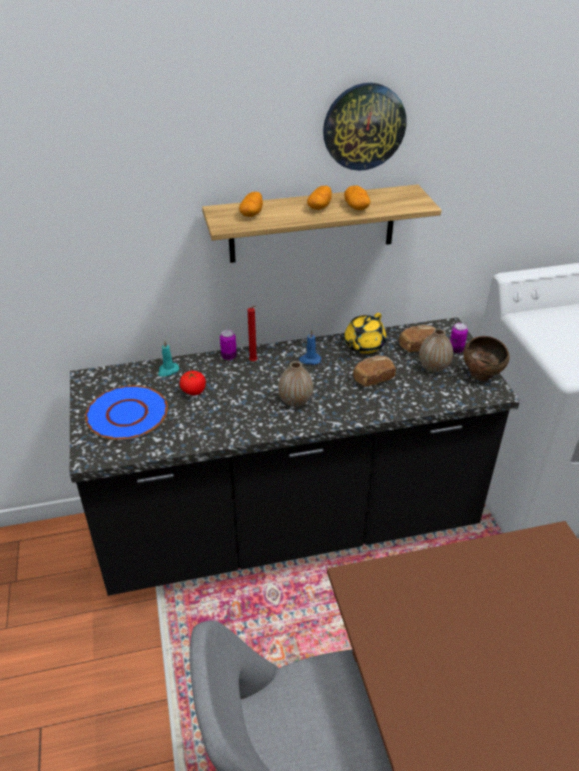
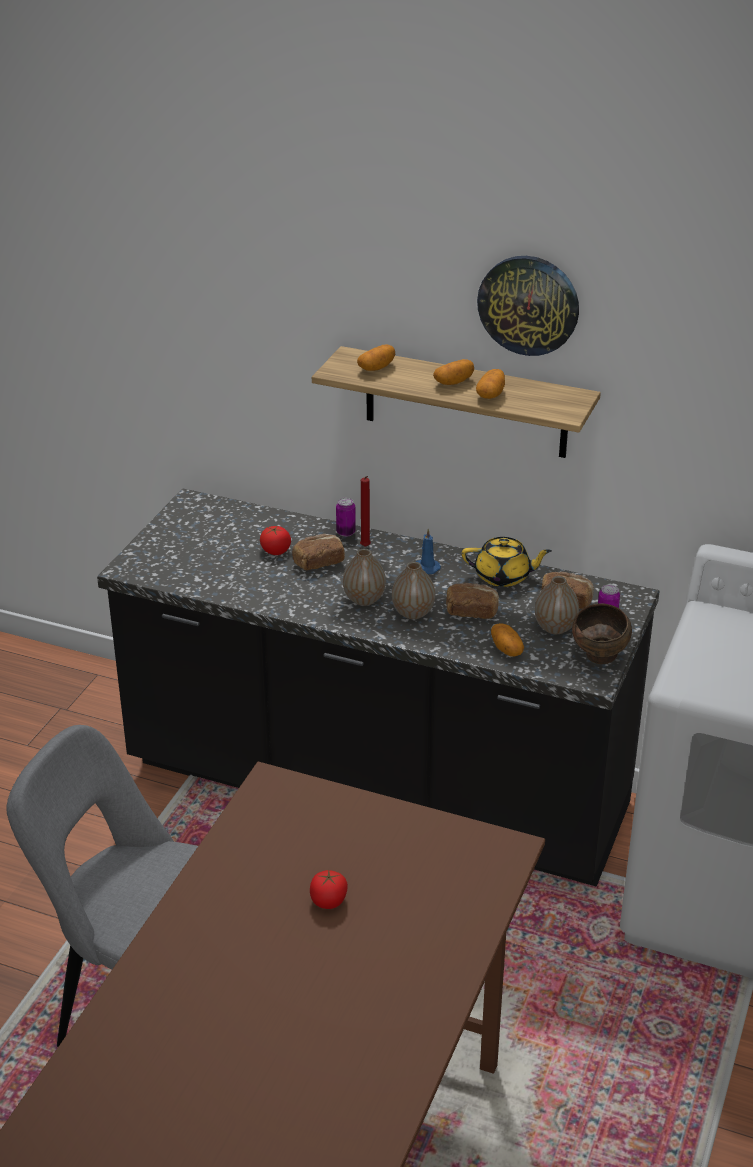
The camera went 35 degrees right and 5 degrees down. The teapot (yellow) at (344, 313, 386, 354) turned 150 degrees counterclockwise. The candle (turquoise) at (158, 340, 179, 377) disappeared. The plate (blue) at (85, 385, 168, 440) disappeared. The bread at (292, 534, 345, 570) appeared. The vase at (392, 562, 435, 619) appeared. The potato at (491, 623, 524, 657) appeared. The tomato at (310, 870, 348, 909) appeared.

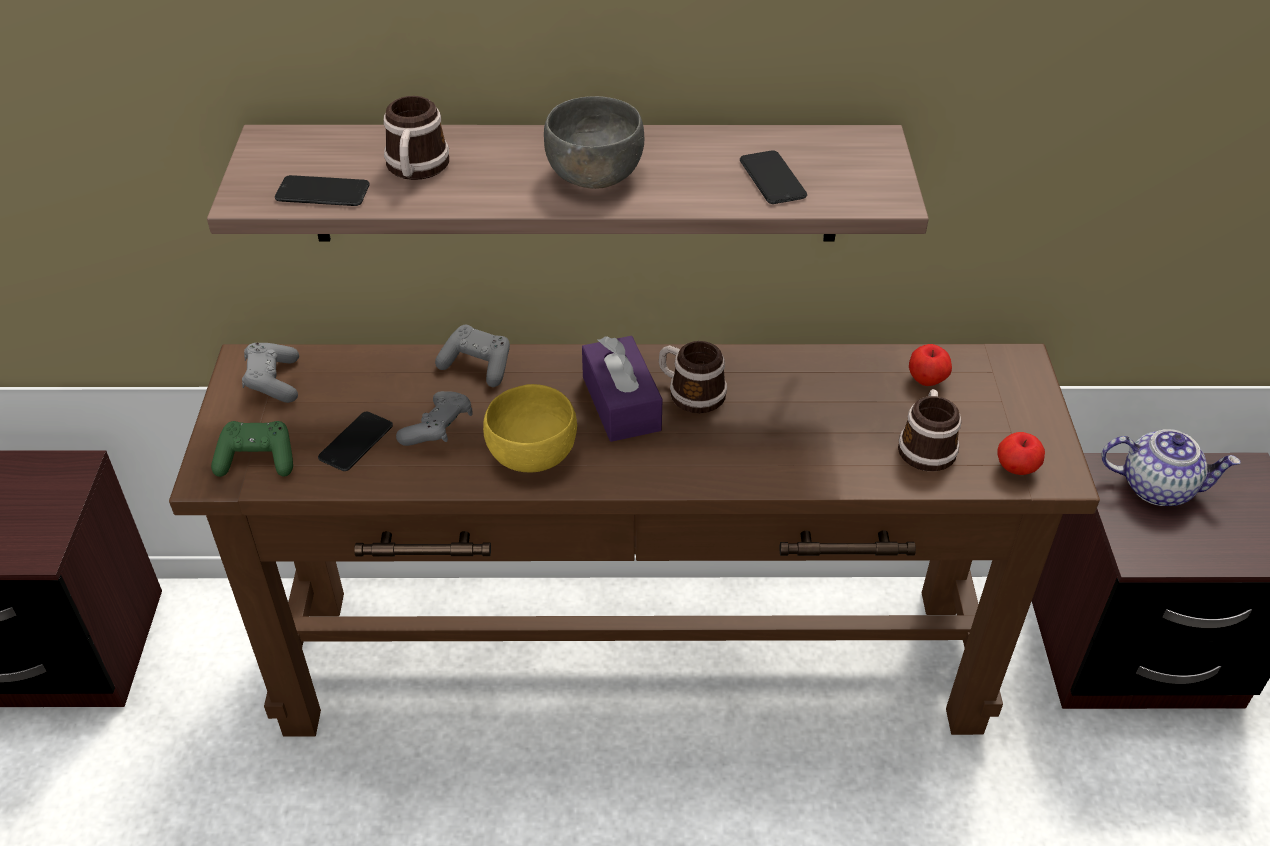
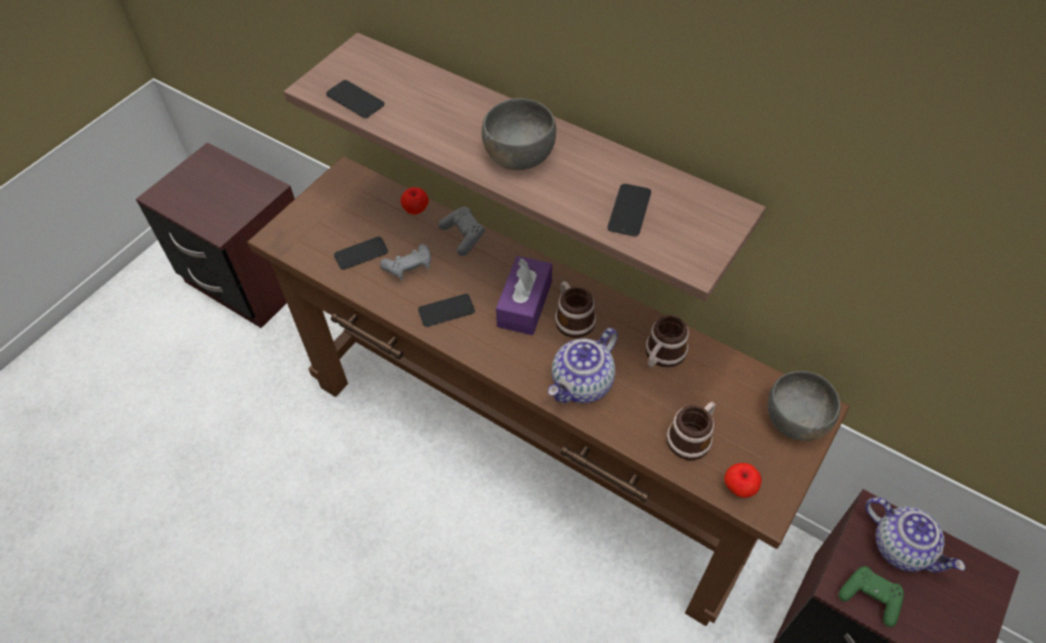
The camera went 35 degrees right and 10 degrees up. The mug moved from (383, 96, 449, 180) to (646, 315, 689, 368). The game controller (grey) at (242, 343, 299, 403) disappeared. The apple moved from (909, 344, 952, 386) to (401, 187, 429, 215). The bowl (yellow) at (483, 384, 577, 472) was replaced by the phone at (418, 294, 475, 327). The game controller (green) moved from (211, 421, 293, 477) to (839, 566, 904, 627). The teapot at (548, 328, 618, 403) appeared. The bowl (grey) at (768, 371, 840, 441) appeared.

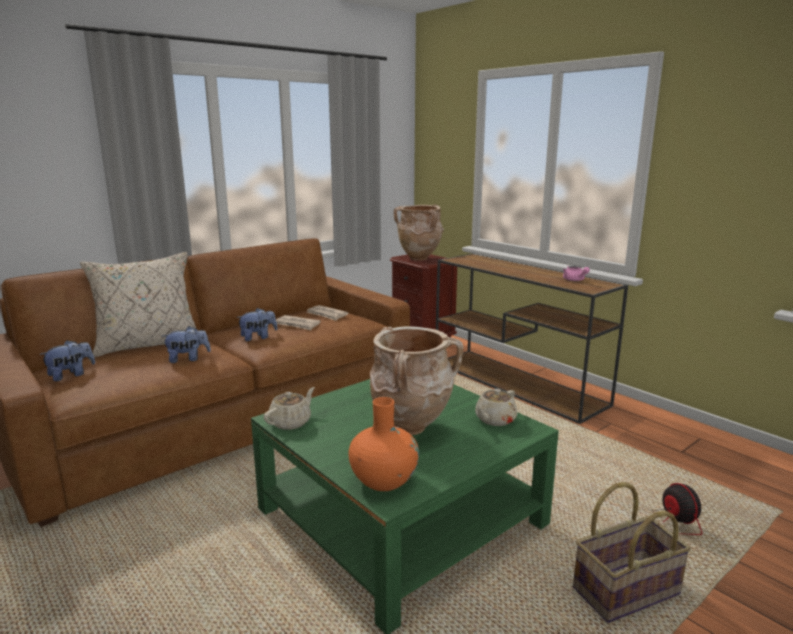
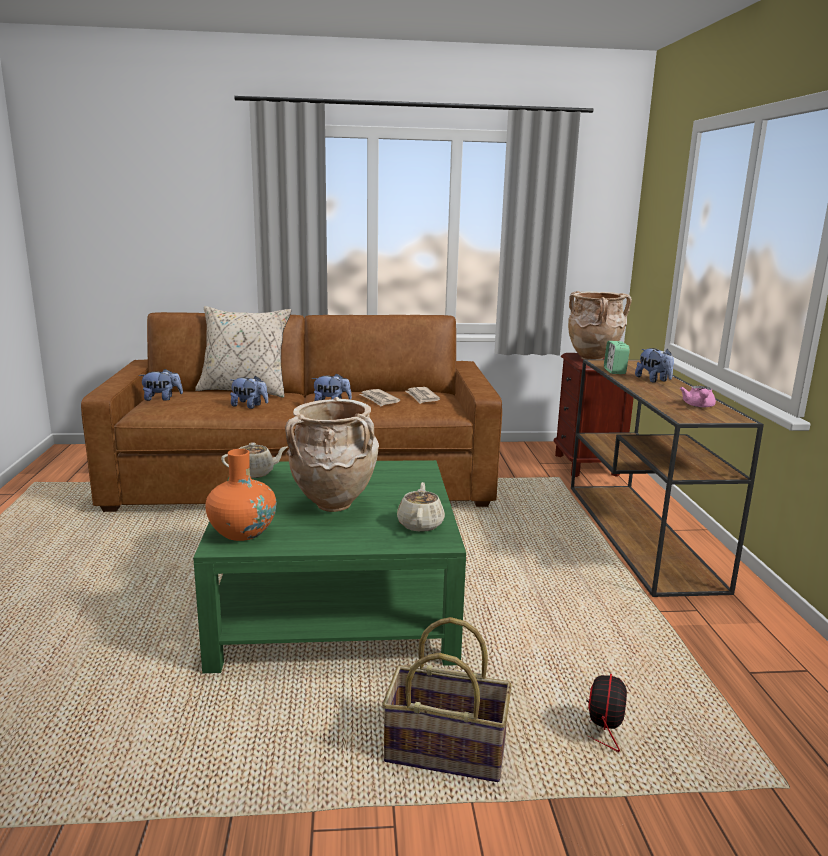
The camera went 35 degrees right and 0 degrees up. The teapot (beige) at (475, 389, 517, 426) turned 105 degrees clockwise. The alarm clock at (604, 341, 630, 374) appeared. The plush toy at (635, 348, 674, 383) appeared.

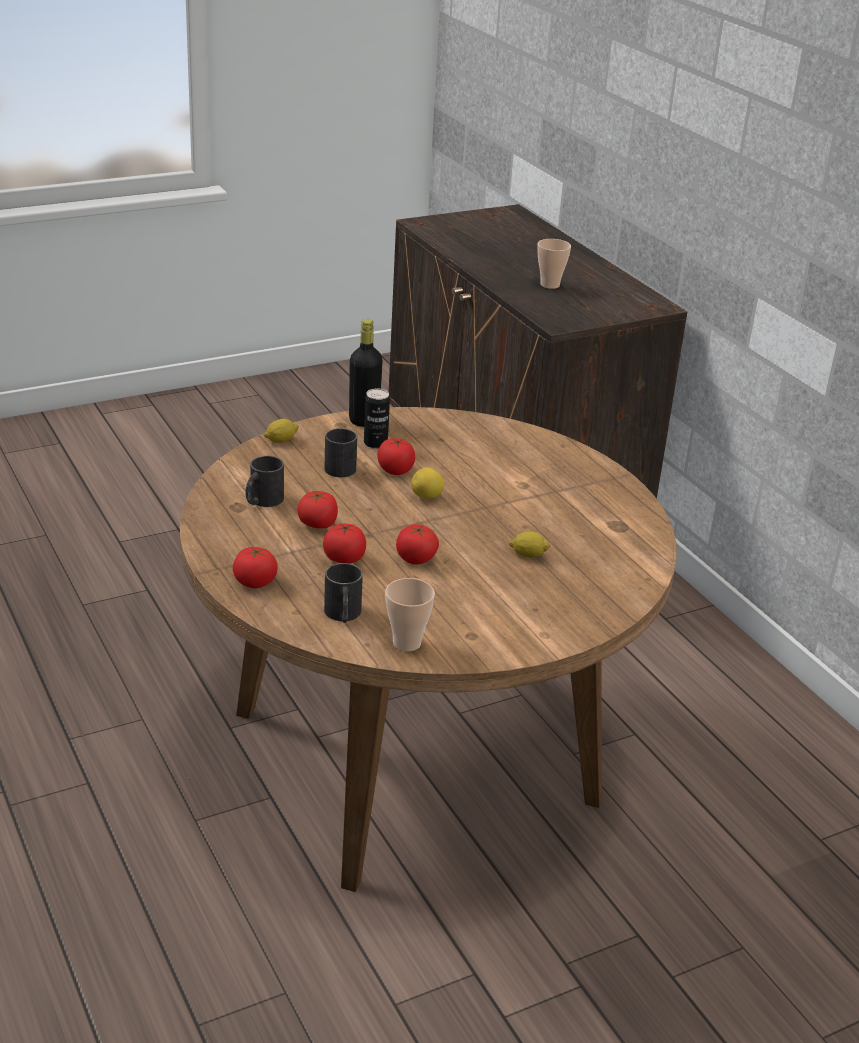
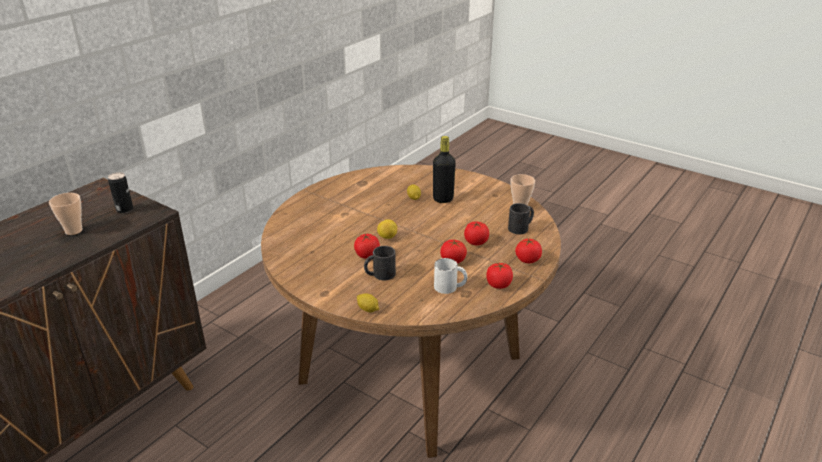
The camera went 115 degrees left and 0 degrees up. The bottle (black) moved from (349, 319, 383, 427) to (433, 136, 456, 203). The can moved from (364, 389, 390, 449) to (108, 172, 133, 213). The mug (black) at (245, 456, 284, 507) became the mug (white) at (434, 258, 467, 294). The tomato moved from (396, 524, 439, 565) to (486, 263, 513, 289).

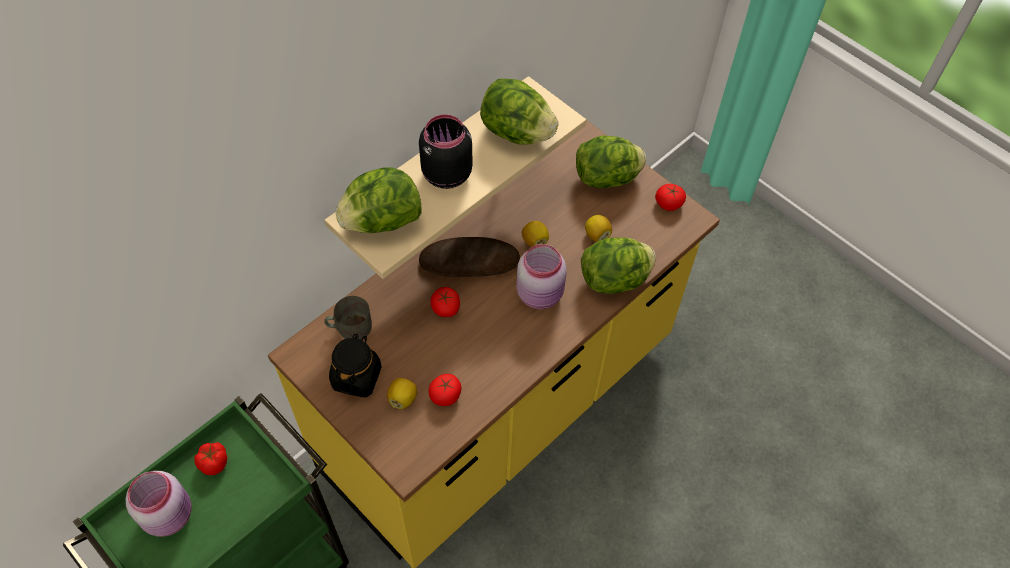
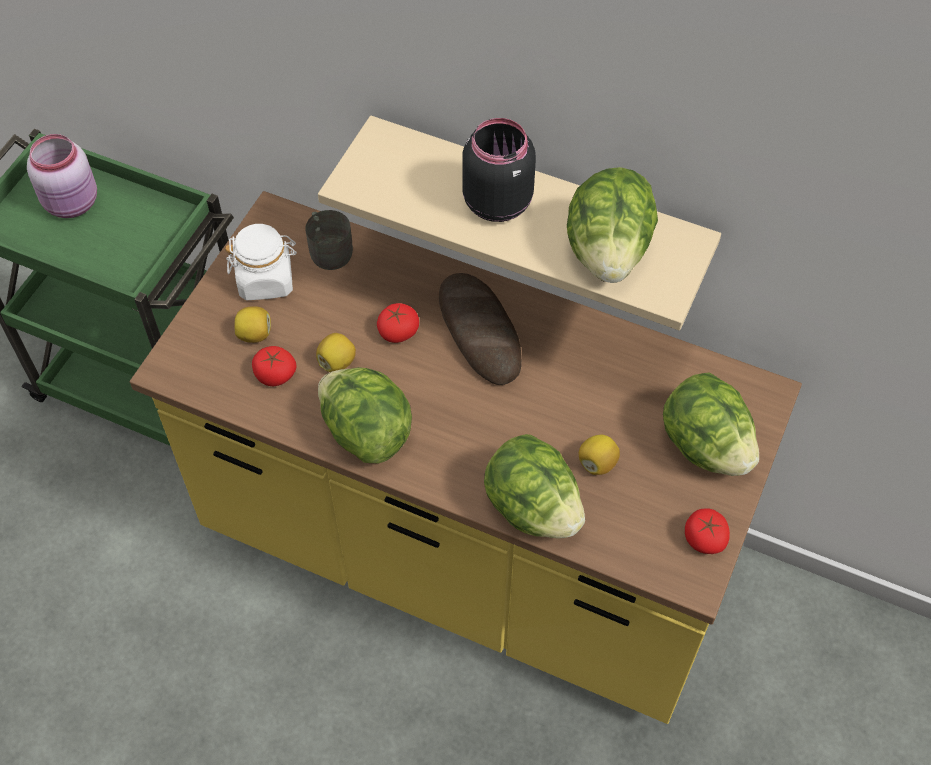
The camera went 70 degrees right and 0 degrees up. The lettuce moved from (335, 168, 421, 233) to (318, 367, 412, 463). The lemon moved from (522, 221, 549, 247) to (316, 333, 356, 372). The jar (pink) at (517, 244, 566, 309) disappeared. The jar (black) at (329, 334, 381, 398) became the jar (white) at (225, 224, 297, 300). The tomato at (194, 442, 227, 475) disappeared.

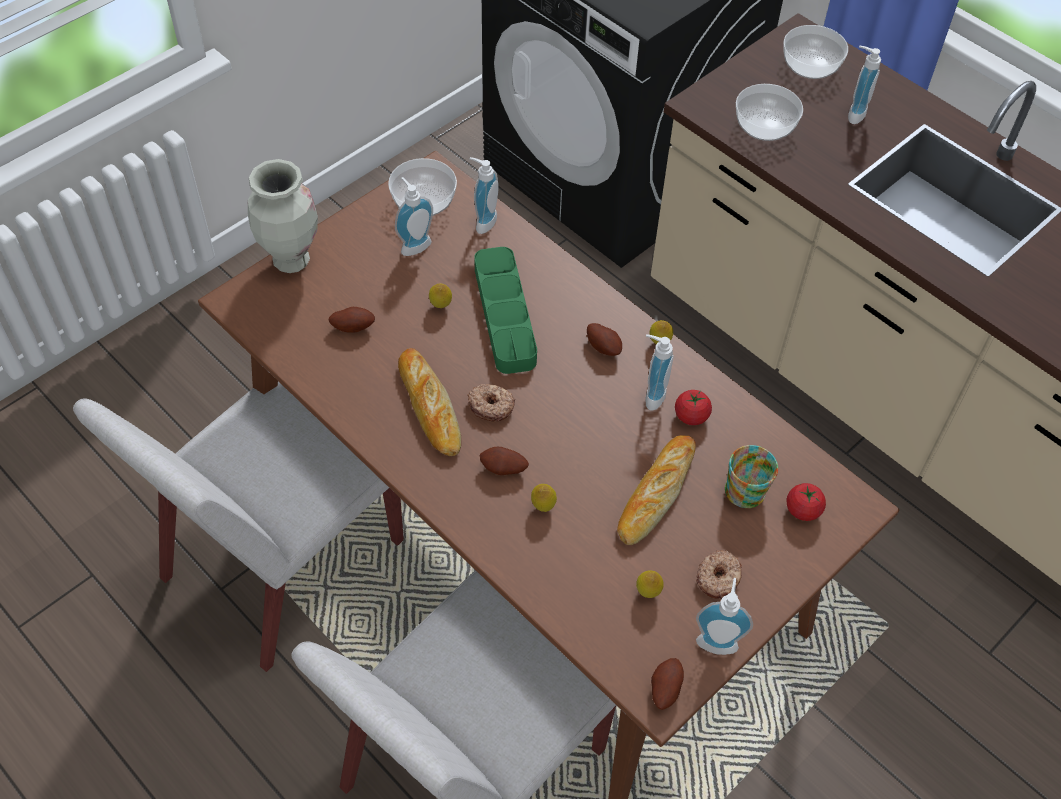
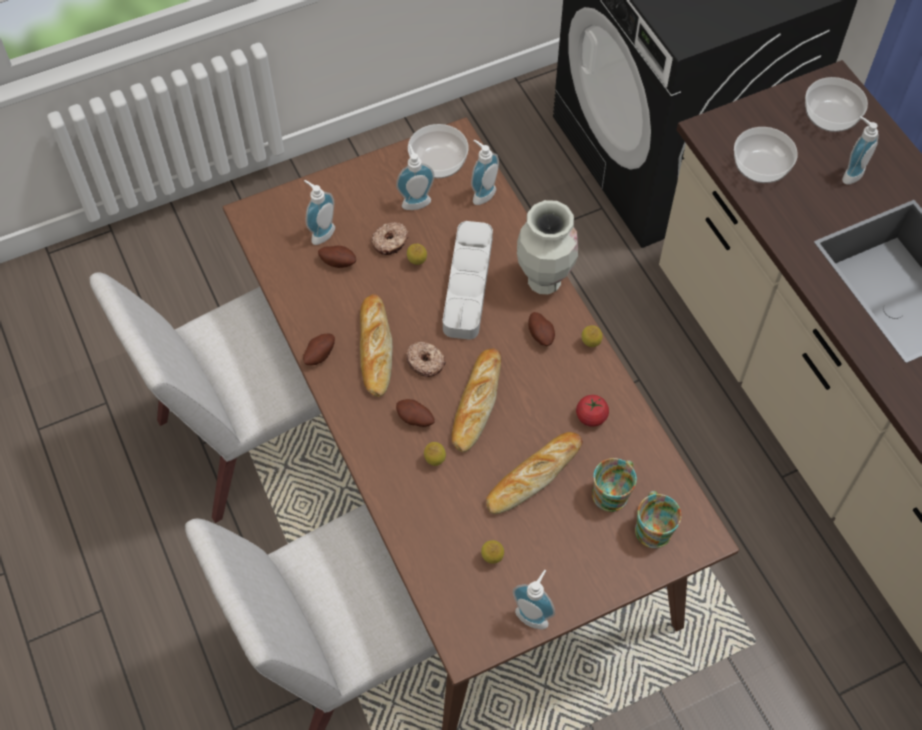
The camera went 20 degrees right and 5 degrees up. The vase moved from (248, 159, 318, 273) to (517, 200, 578, 294). The tray (green) at (474, 247, 537, 374) became the tray (grey) at (443, 221, 493, 340). The soap dispenser moved from (645, 334, 673, 410) to (304, 180, 335, 245). The tomato at (787, 483, 826, 521) was replaced by the mug at (635, 491, 682, 548). The donut moved from (696, 550, 742, 599) to (371, 222, 409, 255). The potato moved from (651, 658, 684, 710) to (303, 334, 335, 366). The bread at (452, 348, 501, 452) appeared.

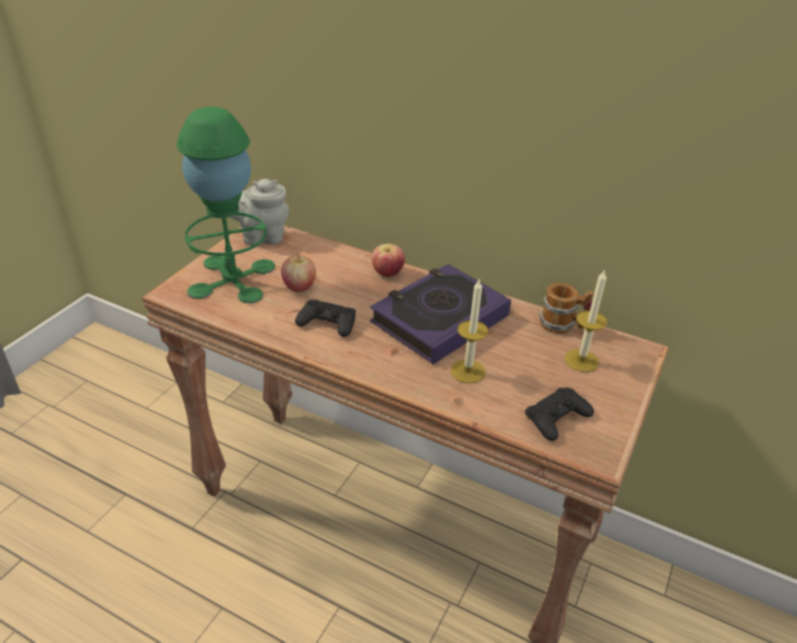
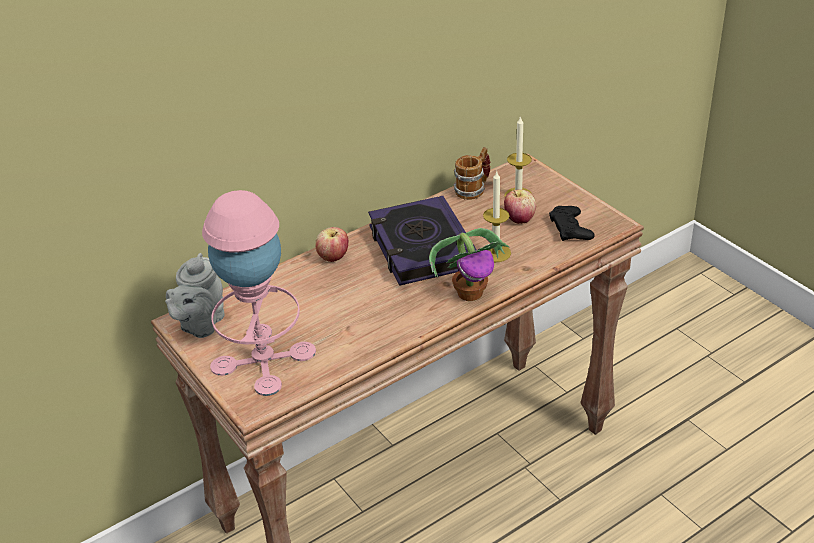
The camera went 60 degrees left and 0 degrees up. The table lamp (green) at (177, 107, 275, 303) became the table lamp (pink) at (202, 190, 316, 396). The apple moved from (281, 254, 316, 292) to (504, 189, 536, 224). The game controller (black) at (295, 300, 356, 337) disappeared. The potted plant at (429, 228, 509, 301) appeared.

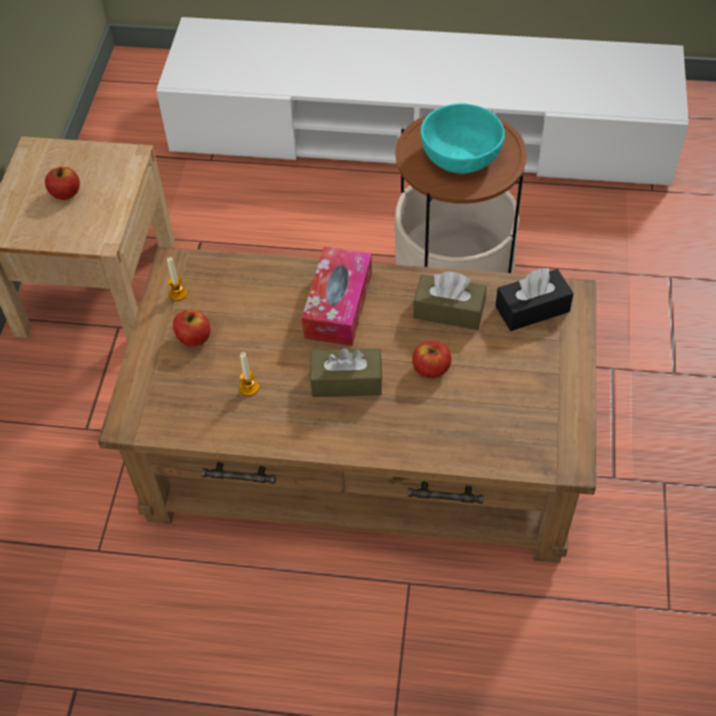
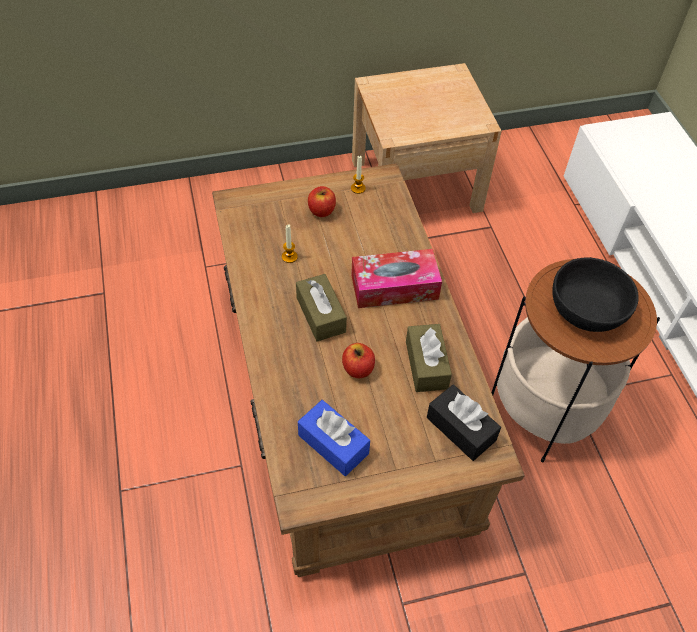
The camera went 65 degrees right and 0 degrees up. The bowl (turquoise) at (420, 104, 505, 174) became the bowl (black) at (552, 257, 638, 332). The apple at (45, 167, 80, 200) disappeared. The tissue box (blue) at (298, 400, 370, 476) appeared.

